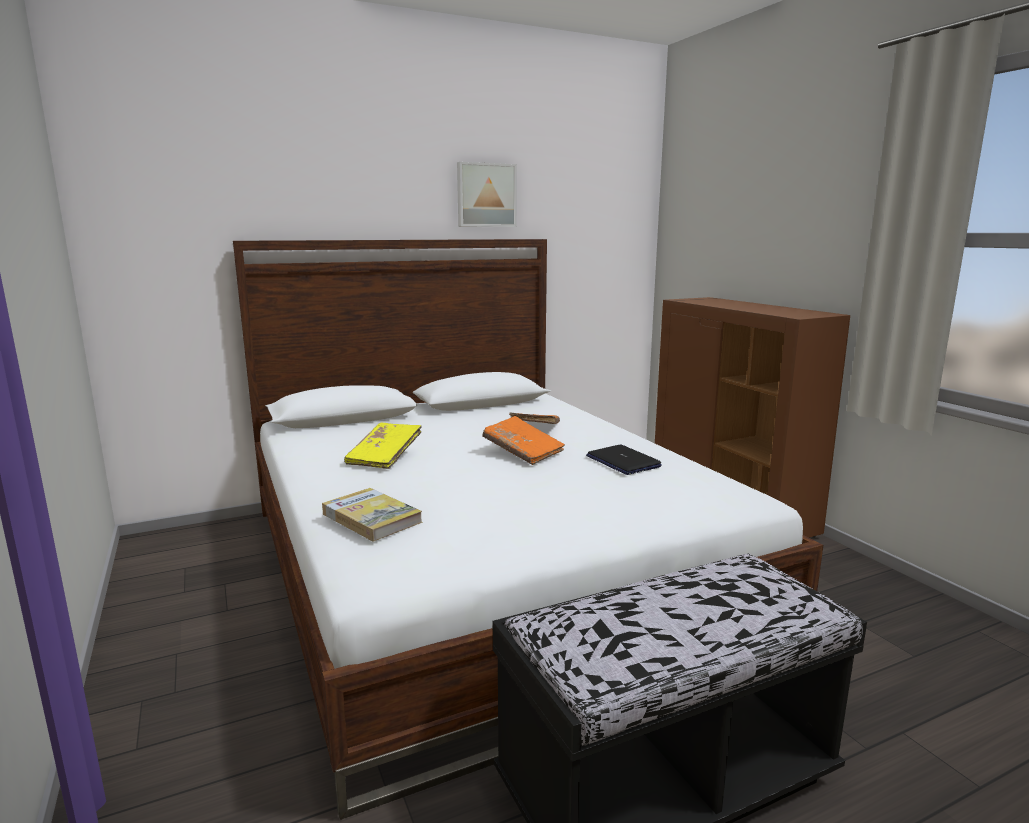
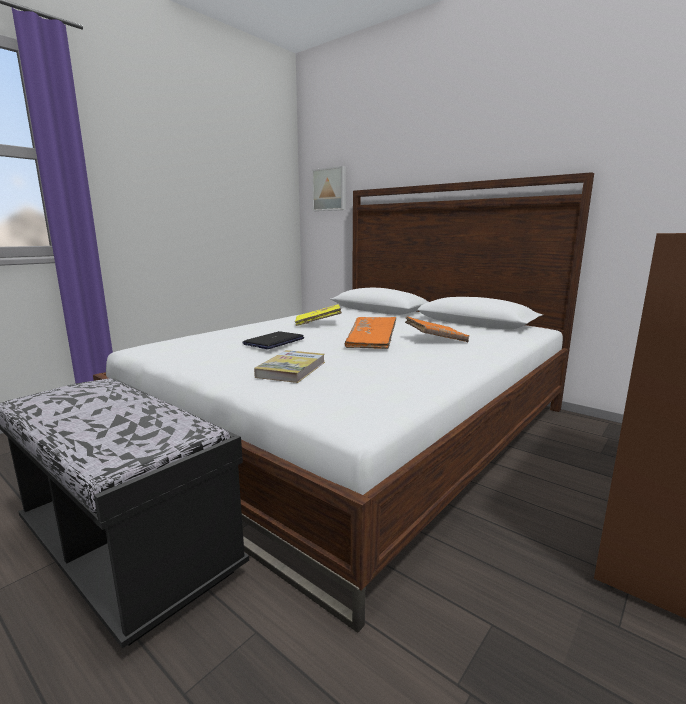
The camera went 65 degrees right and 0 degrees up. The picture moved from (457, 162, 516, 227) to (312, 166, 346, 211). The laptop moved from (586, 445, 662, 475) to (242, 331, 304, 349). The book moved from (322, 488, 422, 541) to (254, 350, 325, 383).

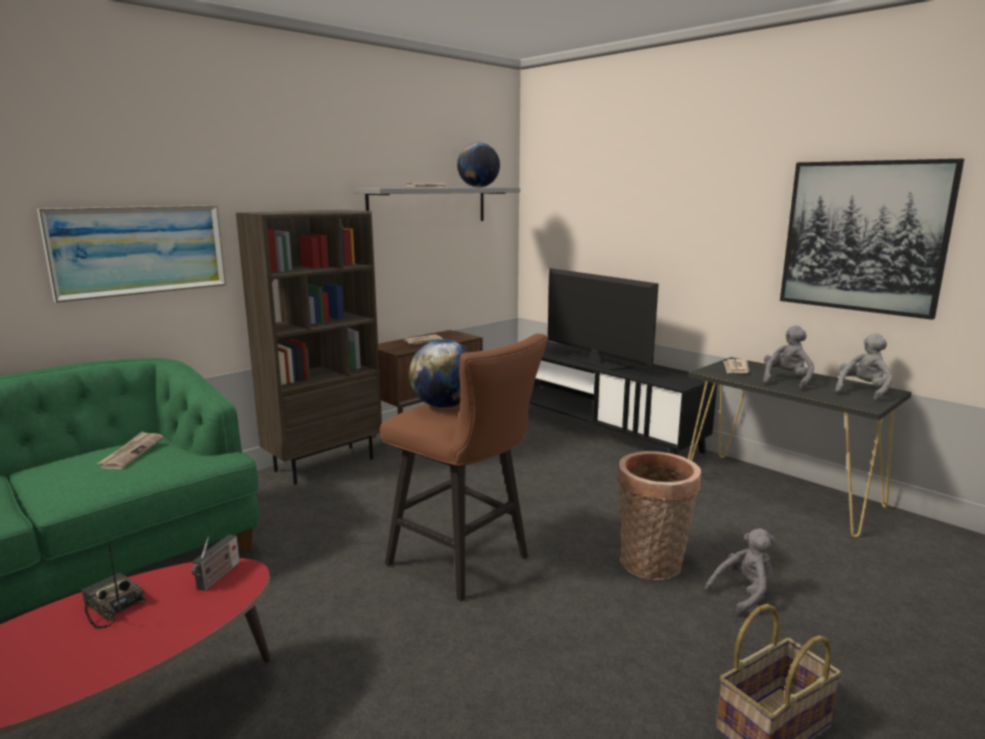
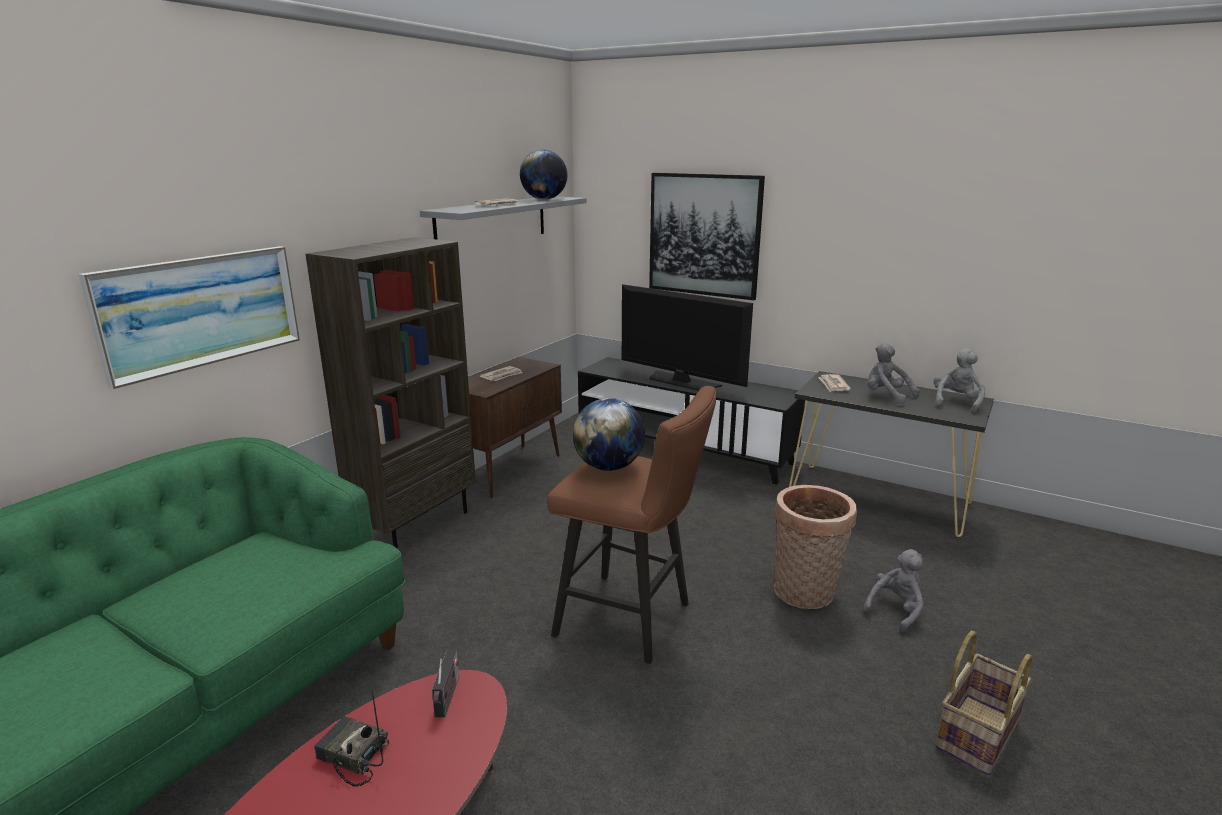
The camera went 15 degrees left and 5 degrees up. The picture moved from (780, 159, 964, 320) to (649, 173, 765, 300). The plush toy (grey) at (763, 325, 814, 390) turned 60 degrees counterclockwise. The newspaper at (96, 432, 164, 469) disappeared.

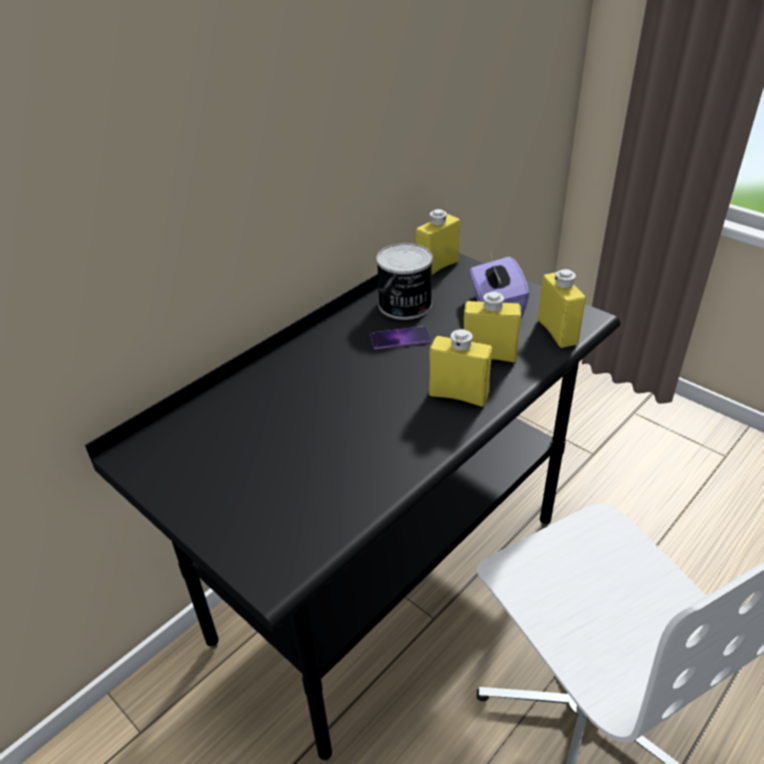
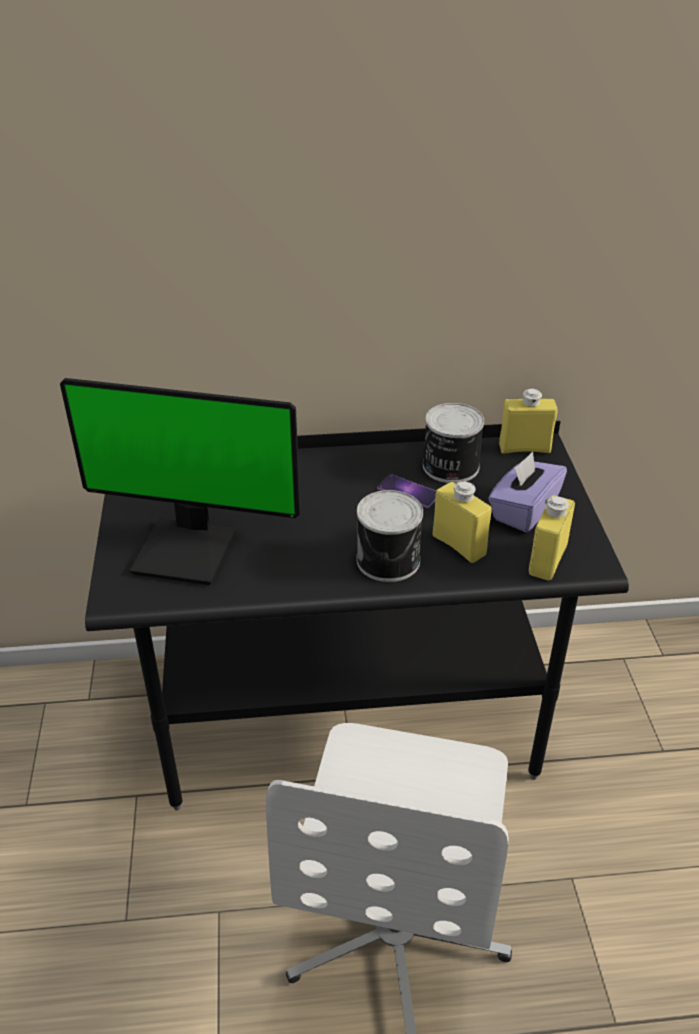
The camera went 40 degrees right and 0 degrees up. The bottle (yellow) at (429, 329, 492, 407) was replaced by the can at (356, 490, 423, 582). The monitor at (60, 378, 300, 585) appeared.

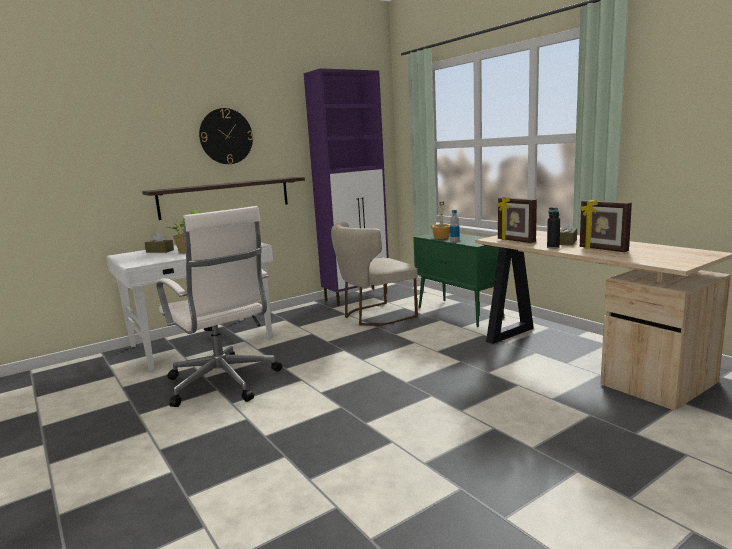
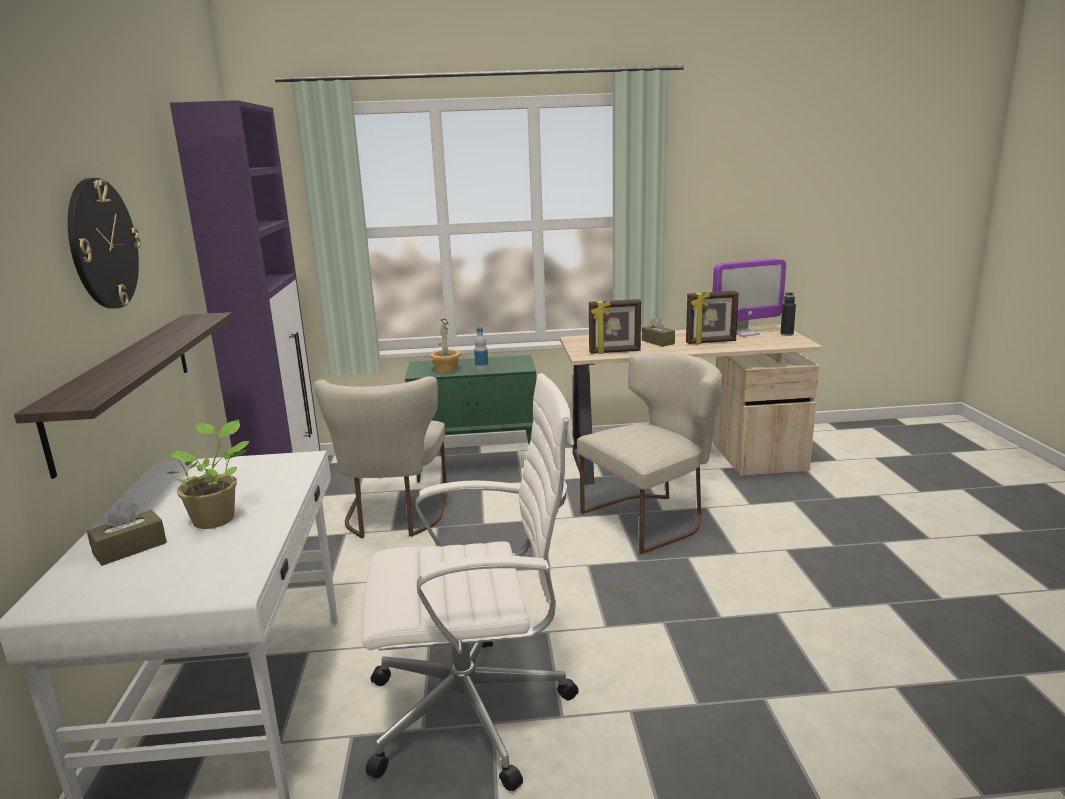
The camera went 60 degrees left and 5 degrees up. The bottle (black) moved from (547, 208, 560, 249) to (780, 292, 796, 336). The monitor at (712, 258, 786, 337) appeared. The chair (beige) at (577, 352, 723, 554) appeared.

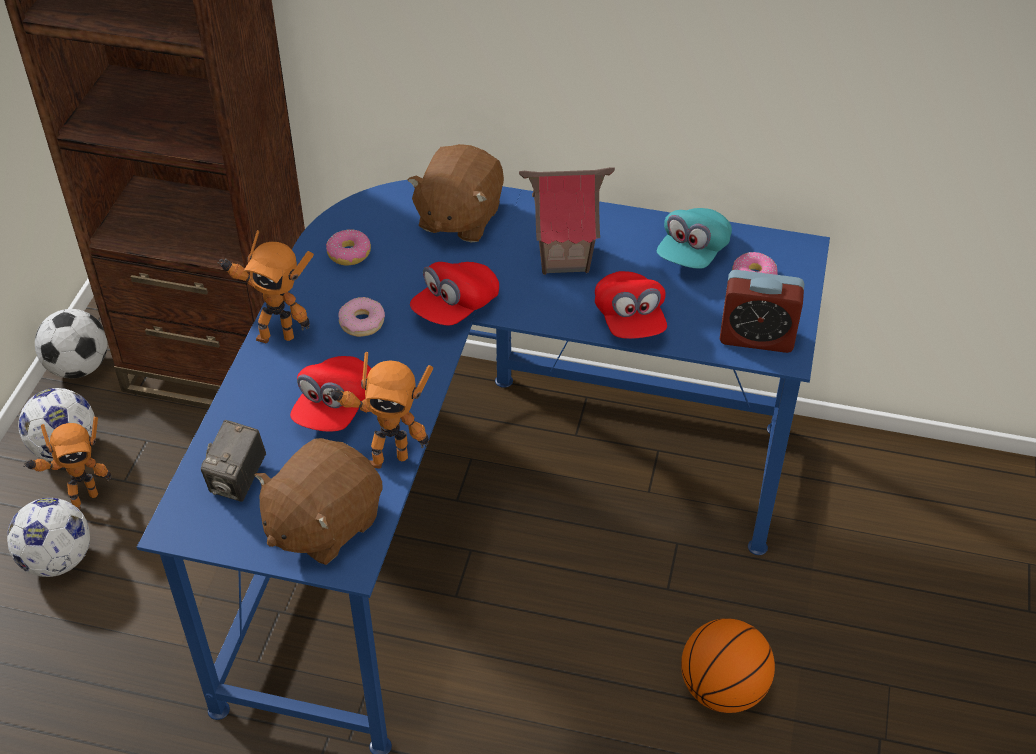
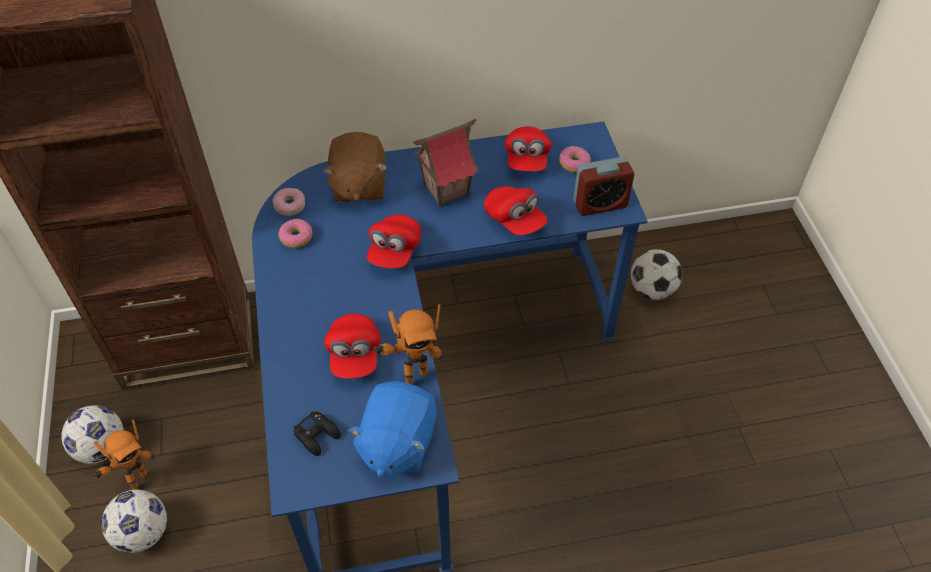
The camera went 25 degrees left and 5 degrees up. The cap (turquoise) at (657, 208, 732, 269) became the cap (red) at (505, 126, 552, 171). The toy robot at (218, 230, 314, 343) disappeared. The donut moved from (338, 297, 385, 337) to (272, 188, 305, 216). The football moved from (35, 309, 108, 378) to (631, 249, 682, 300). The photo camera at (201, 420, 266, 502) was replaced by the game controller (black) at (293, 411, 341, 456). The plush toy (brown) at (255, 438, 383, 565) became the plush toy (blue) at (348, 381, 436, 477). The basketball at (681, 618, 775, 713) disappeared.

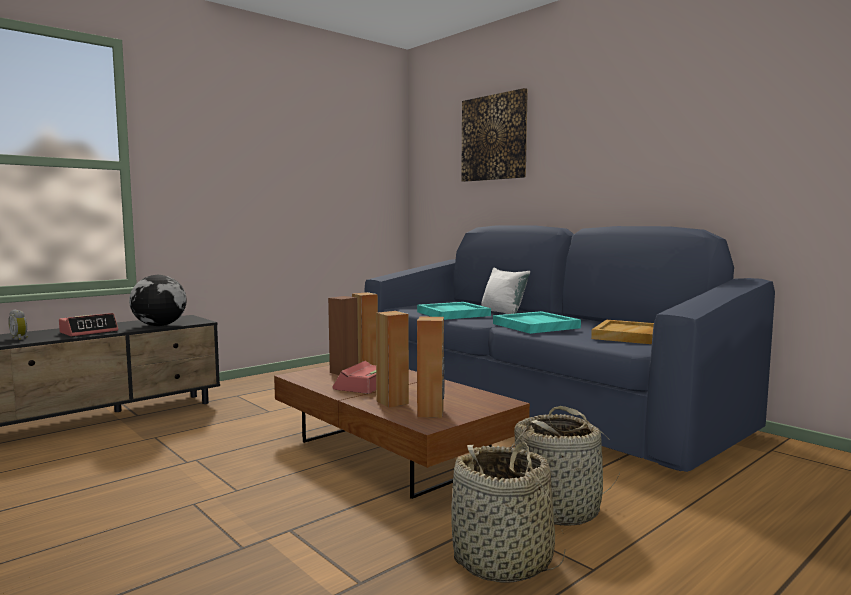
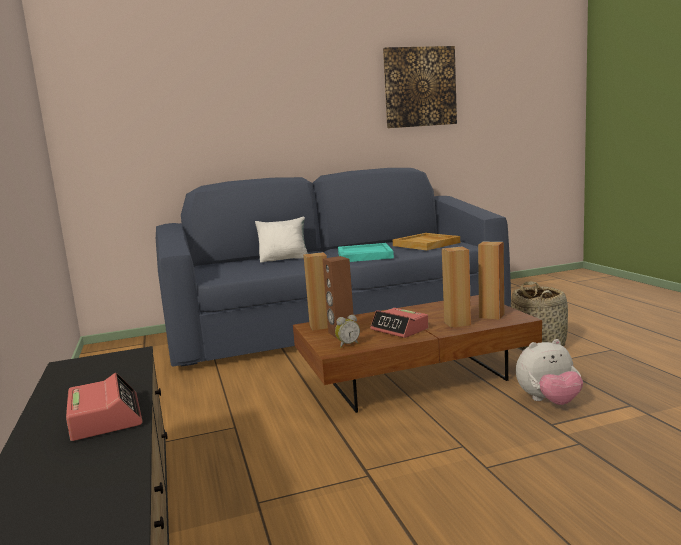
The camera went 65 degrees left and 5 degrees up. The picture moved from (461, 88, 528, 182) to (383, 46, 457, 128). The globe at (129, 275, 187, 326) disappeared. The tray (turquoise) at (417, 302, 491, 320) disappeared. The alarm clock moved from (8, 310, 28, 340) to (335, 315, 360, 348). The basket at (451, 443, 565, 583) disappeared. The plush toy at (516, 339, 583, 405) appeared.

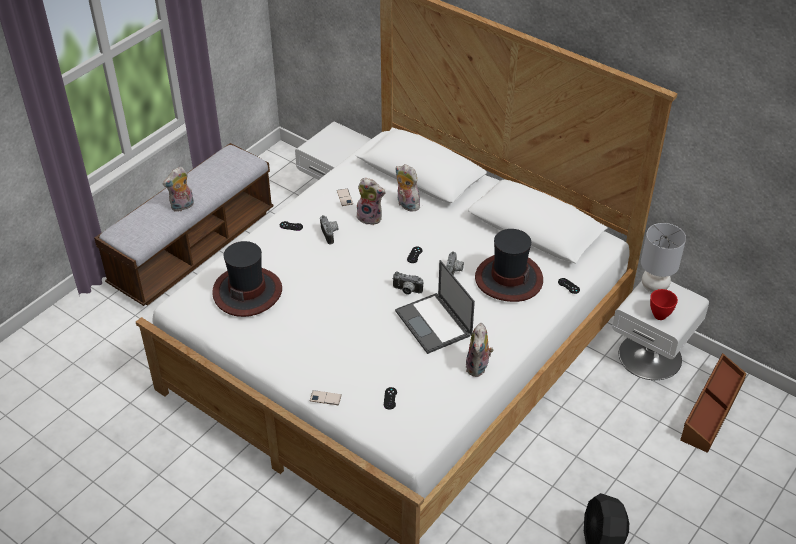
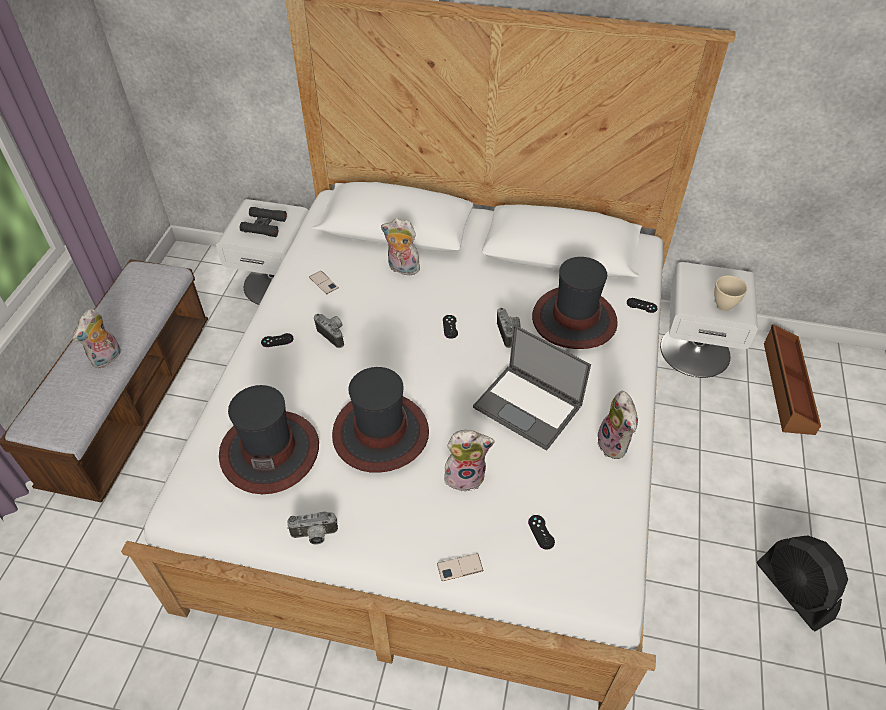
The camera went 25 degrees left and 5 degrees up. The plush toy moved from (356, 177, 386, 225) to (444, 430, 495, 492). The table lamp (grey) at (641, 223, 686, 293) disappeared. The photo camera moved from (392, 272, 423, 295) to (287, 511, 338, 544). The bowl (red) at (650, 289, 678, 320) became the bowl (beige) at (714, 275, 748, 311). The binoculars (black) at (240, 207, 287, 237) appeared. The hat at (332, 367, 429, 473) appeared.

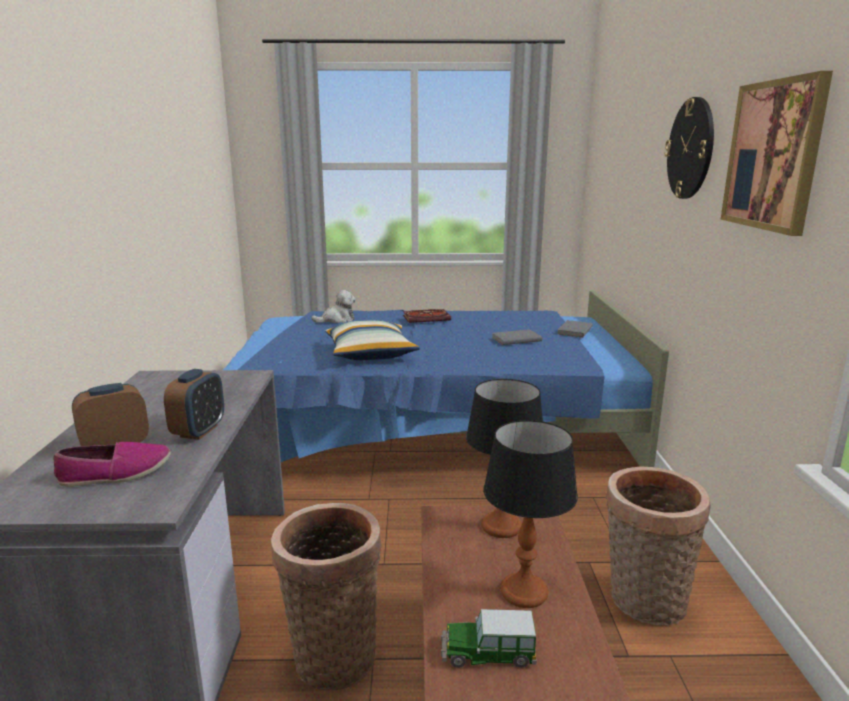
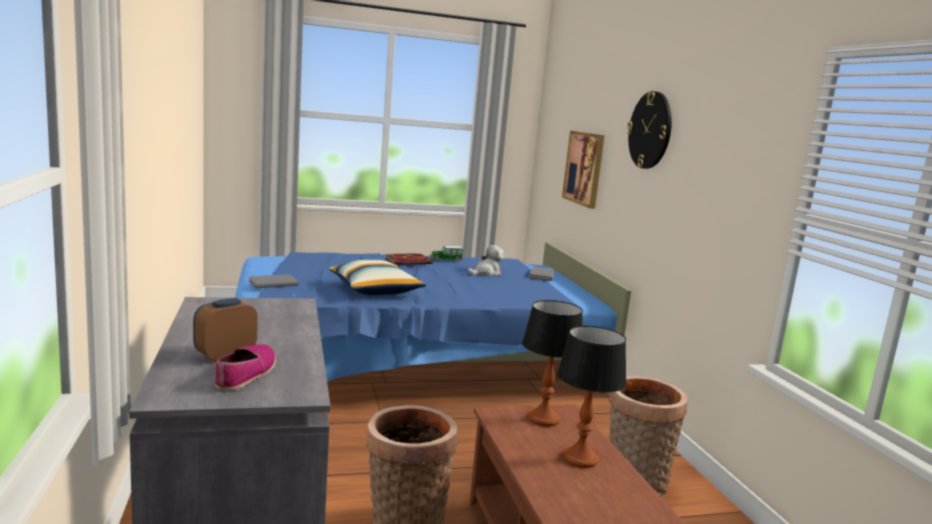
The camera went 15 degrees left and 5 degrees down. The picture moved from (721, 71, 833, 236) to (562, 131, 605, 209). The plush toy moved from (311, 290, 356, 323) to (467, 245, 504, 276). The book (grey) moved from (492, 329, 542, 345) to (249, 274, 299, 288). The alarm clock at (164, 369, 224, 440) disappeared. The shoe at (53, 442, 171, 487) turned 45 degrees counterclockwise. The toy car moved from (441, 609, 537, 668) to (430, 245, 463, 261).

